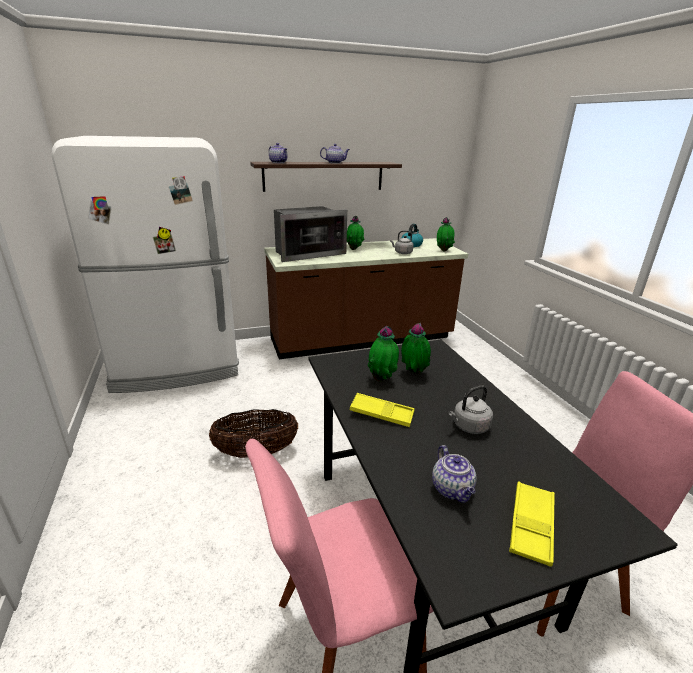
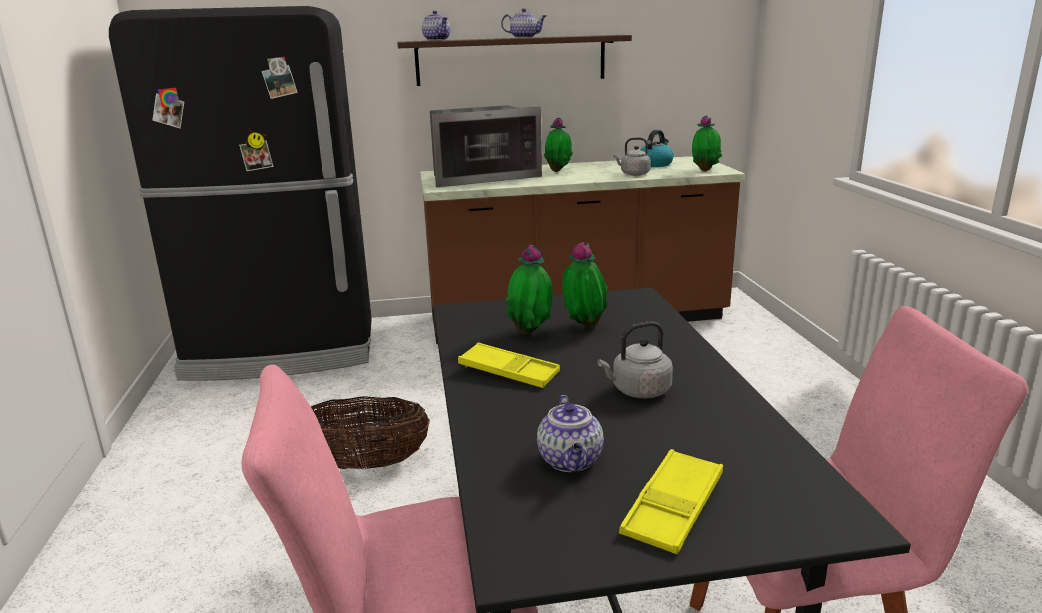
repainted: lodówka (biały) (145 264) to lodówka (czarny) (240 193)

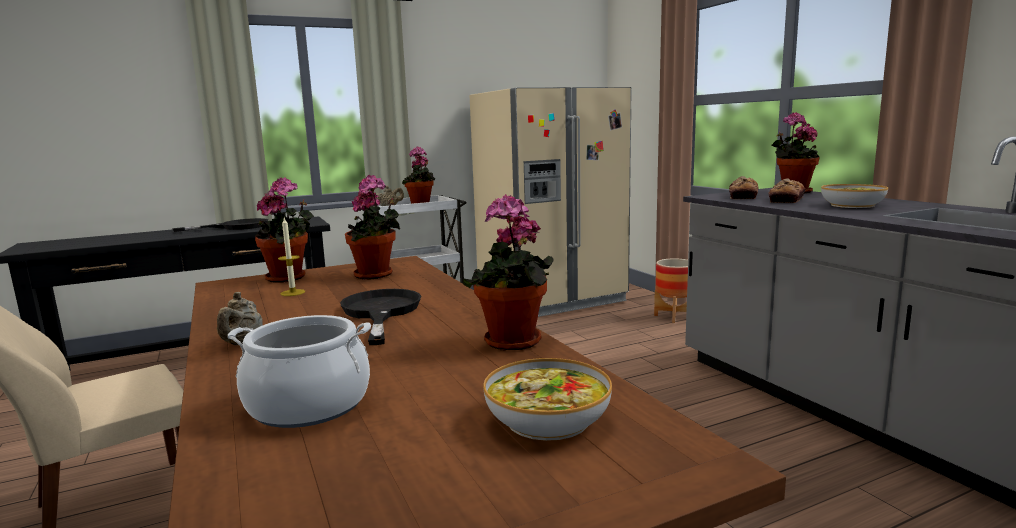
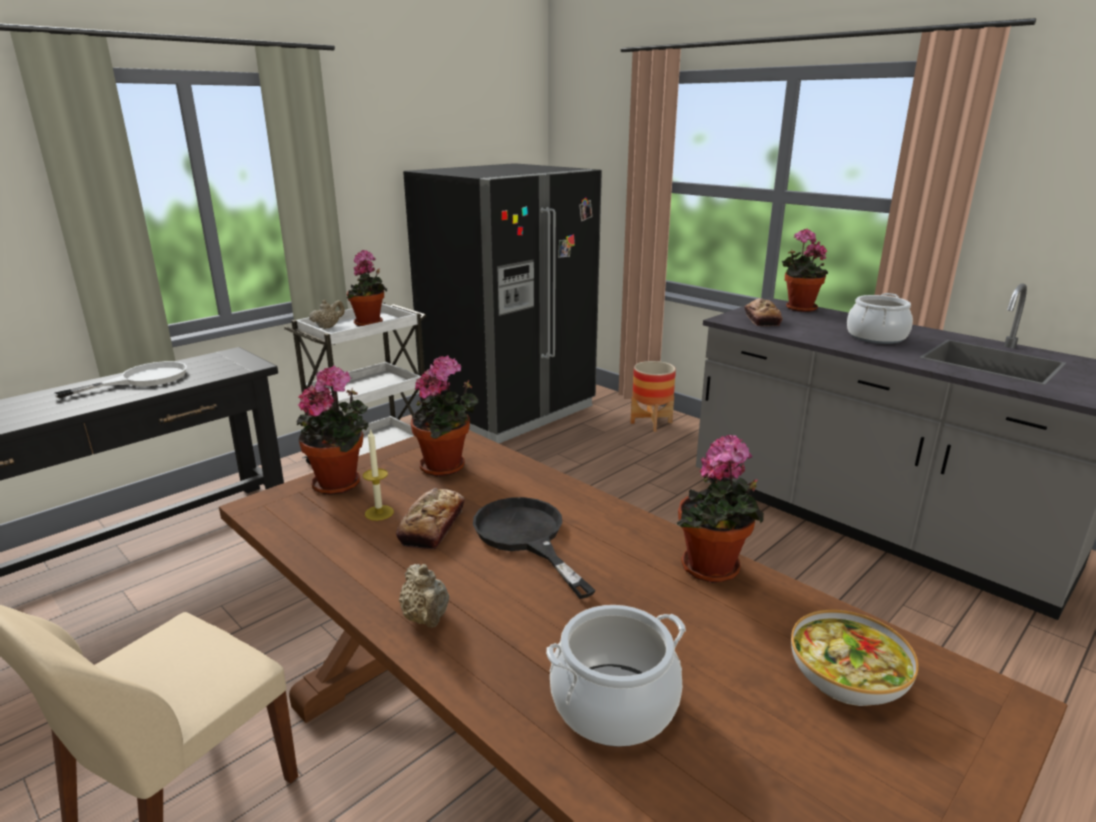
shifted: chleb (786 191) to (430 519)
swapped: miska (854 196) to garnek (880 318)
repainted: lodówka (beżowy) (550 202) to lodówka (czarny) (502 303); patelnia (czarny) (220 225) to patelnia (biały) (120 380)

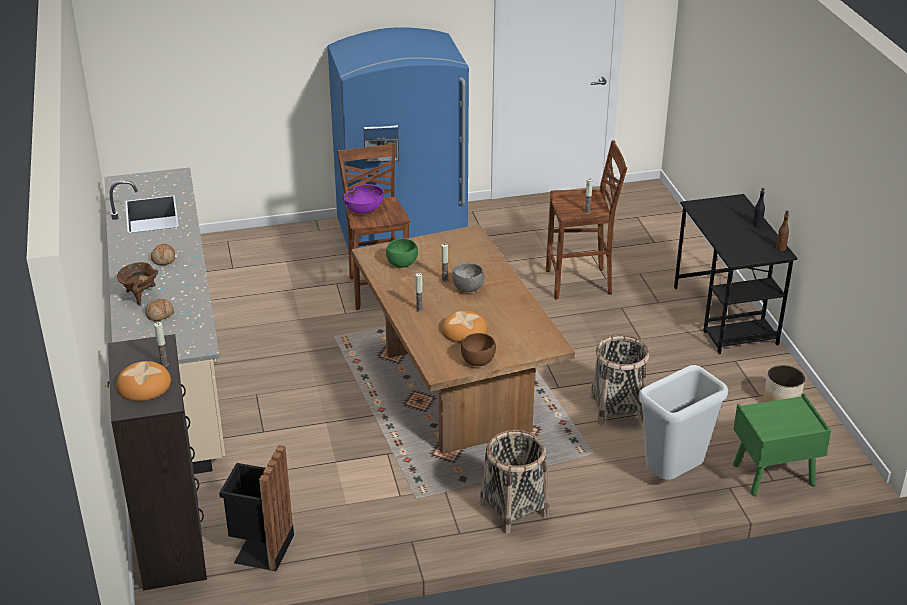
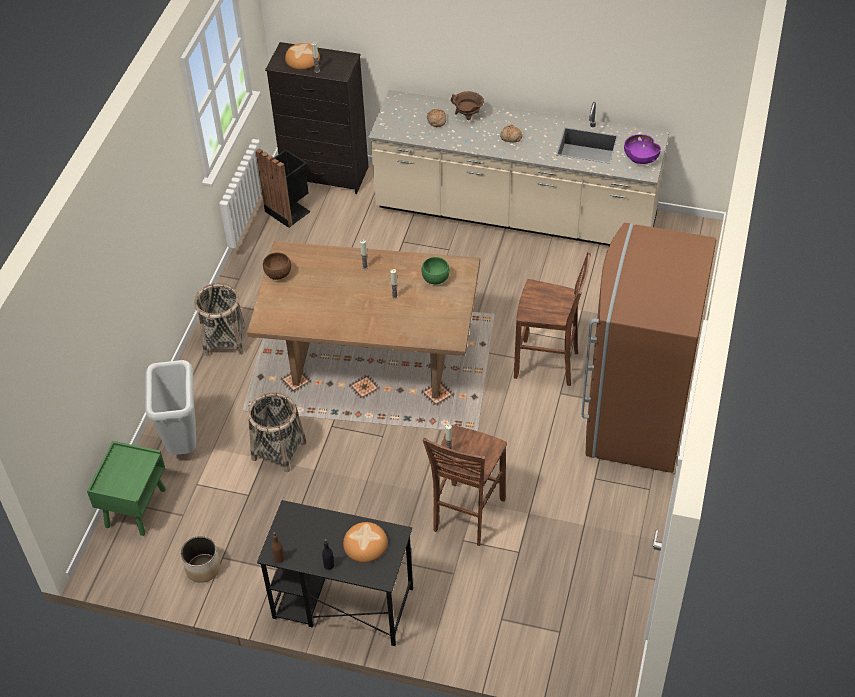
gone: miska (szary) (468 277)
shifted: miska (fioletowy) (363 199) to (642 149); chleb (464 327) to (365 542)
repainted: lodówka (niebieski) (398 137) to lodówka (brązowy) (648 348)

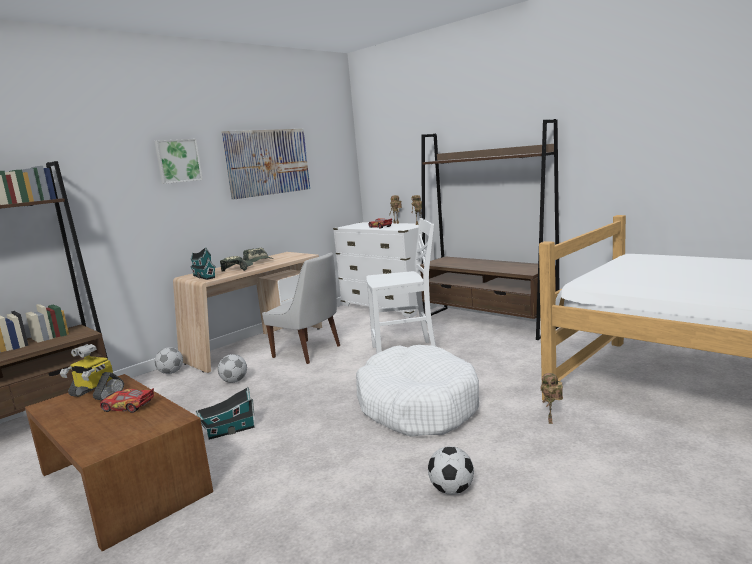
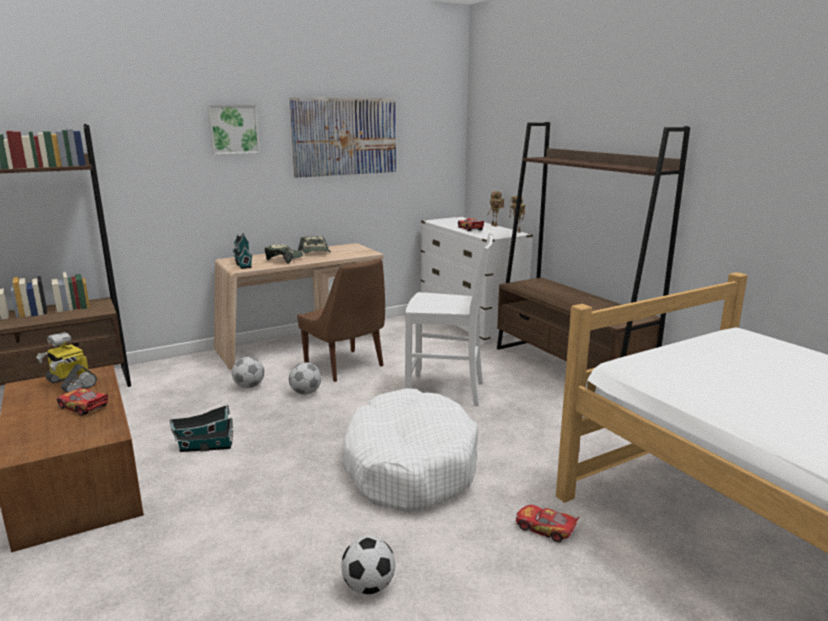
shifted: piłka futbolowa (169 360) to (305 378)
swapped: robot zabawkowy (551 398) to samochodzik (547 523)
repainted: krzesło (biały) (301 308) to krzesło (brązowy) (341 320)

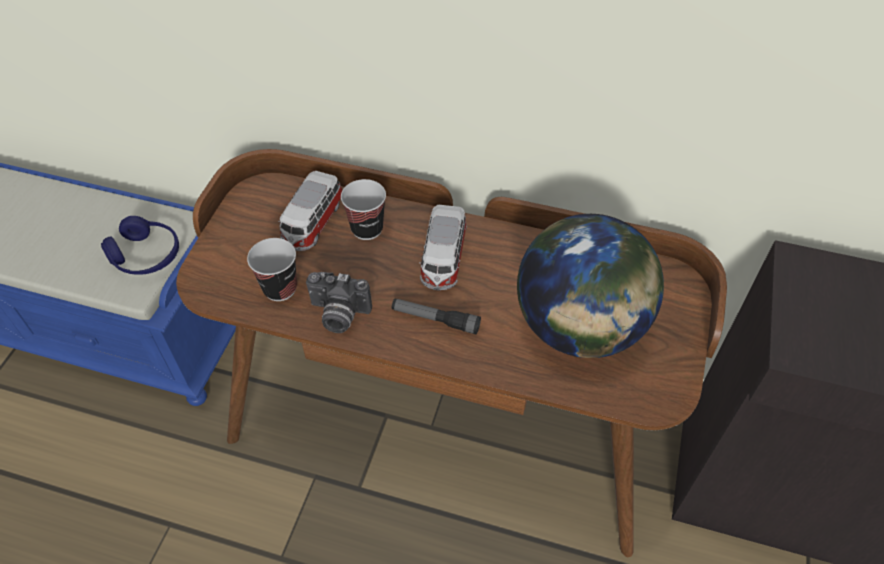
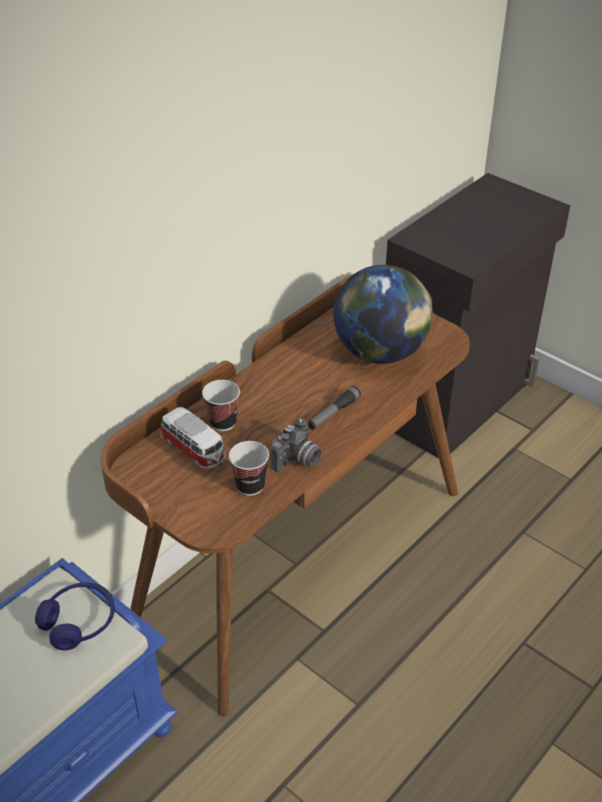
gone: samochodzik (443 248)

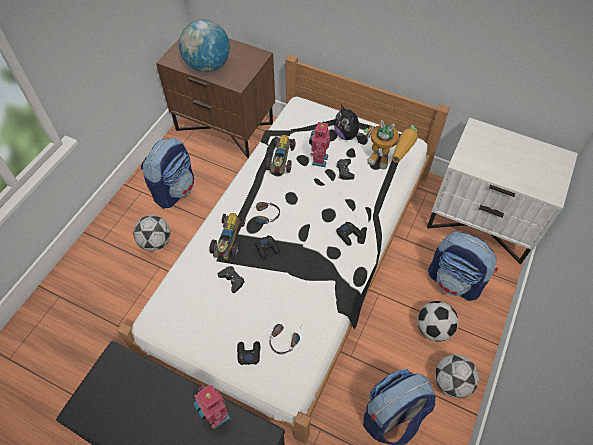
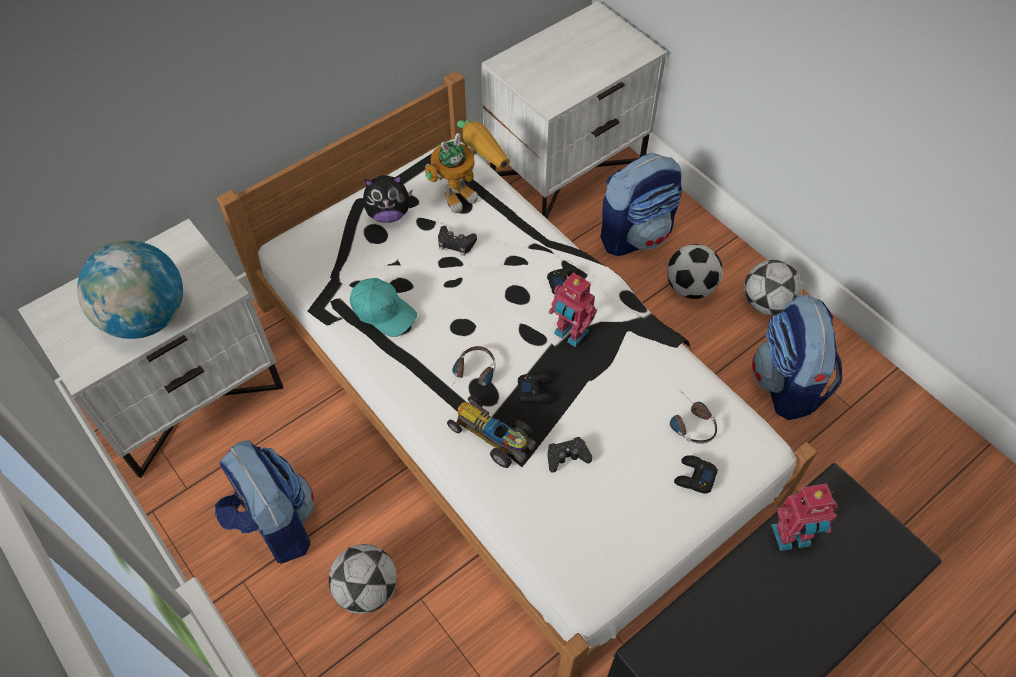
shifted: robot zabawkowy (319 144) to (573 309)
swapped: samochodzik (280 154) to czapka z daszkiem (turkusowy) (383 307)
repainted: szafka nocna (brązowy) (215 98) to szafka nocna (biały) (150 348)

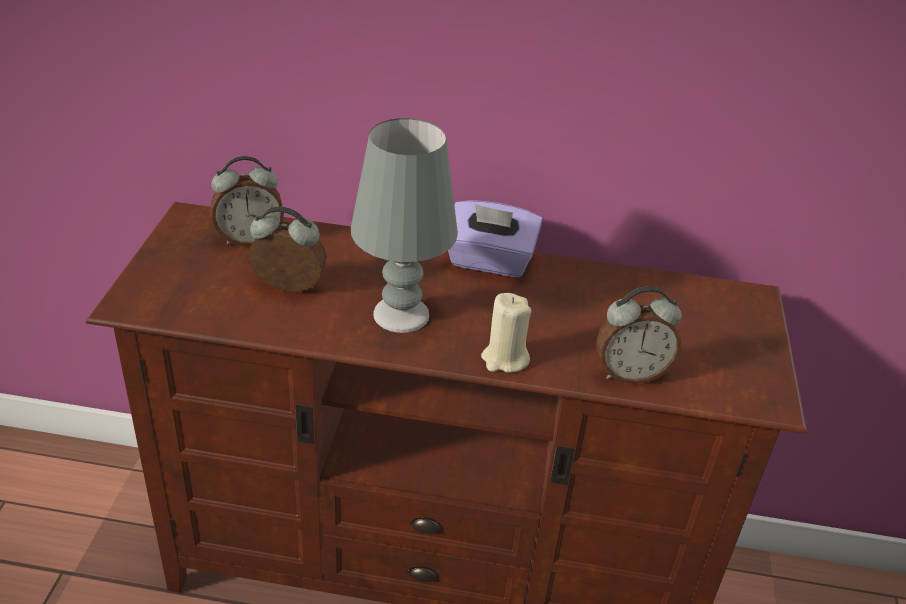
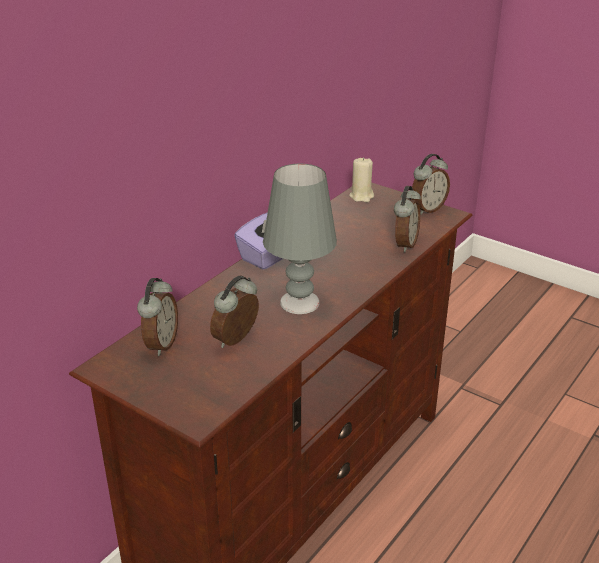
new: budzik (430 184)
shifted: świeca (beżowy) (506 333) to (361 179)

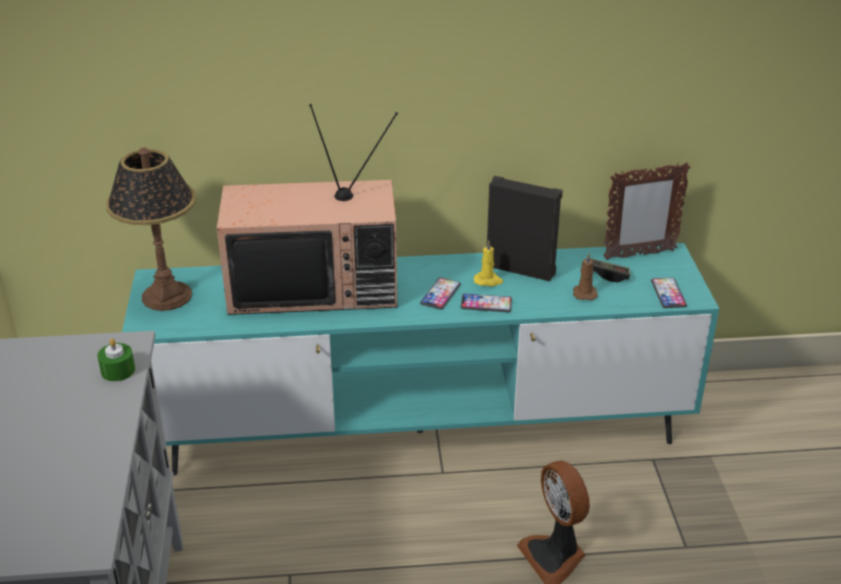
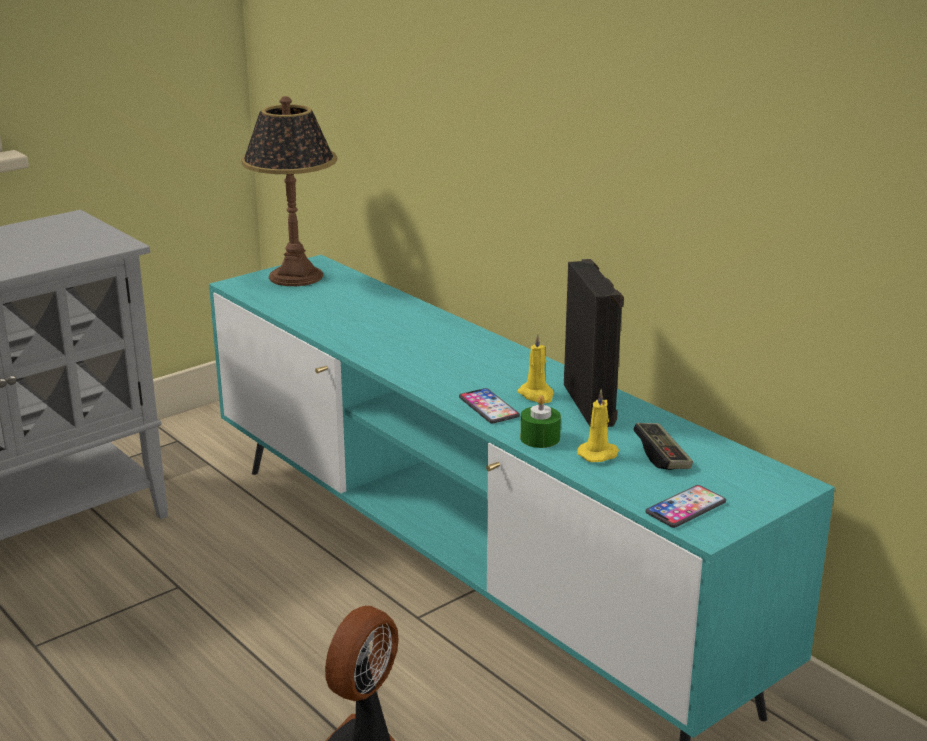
gone: telewizor (307 209); ramka na zdjęcie (646 211); telefon (440 293)
shifted: świeca (zielony) (116 359) to (540 421)
repainted: świeca (brązowy) (585 276) to świeca (żółty) (598 425)

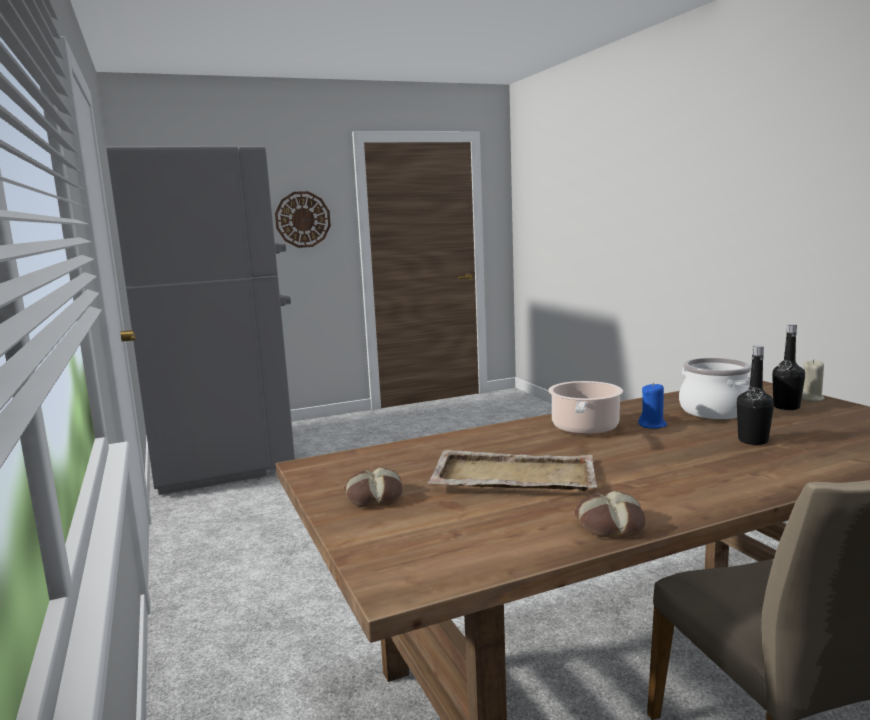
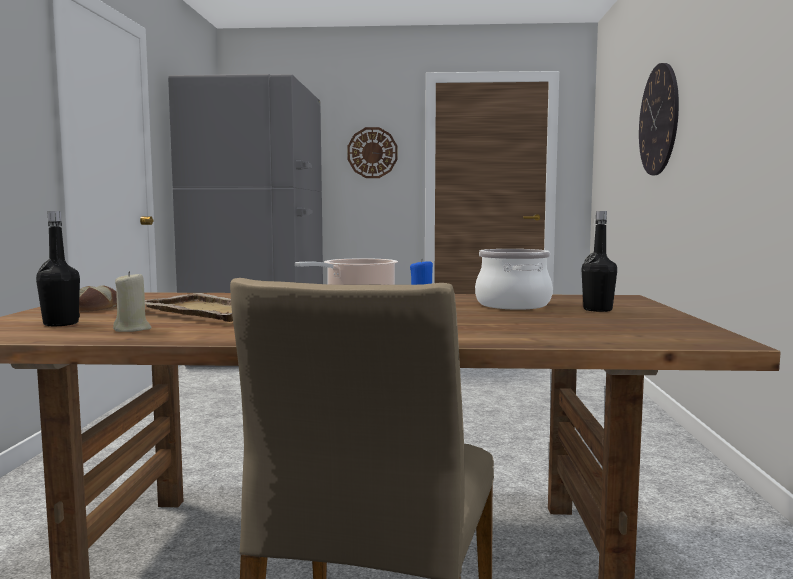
gone: chleb (610 514)
new: zegar ścienny (659 119)
shifted: butelka (czarny) (755 395) to (58 268); świeca (beżowy) (813 380) to (132 301)

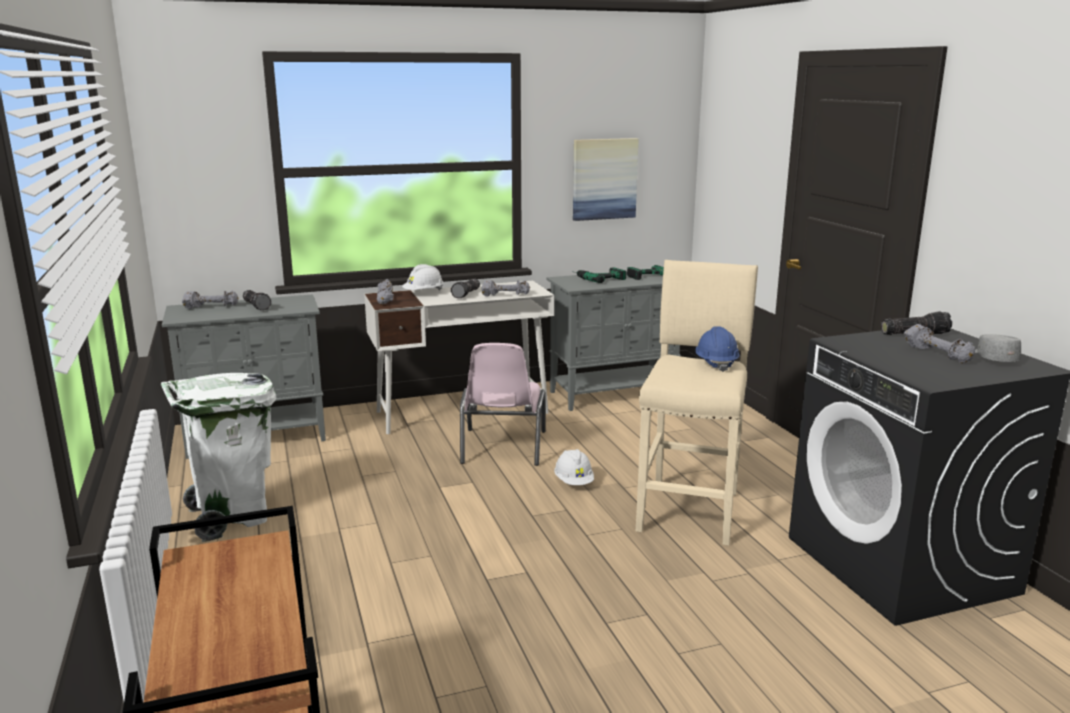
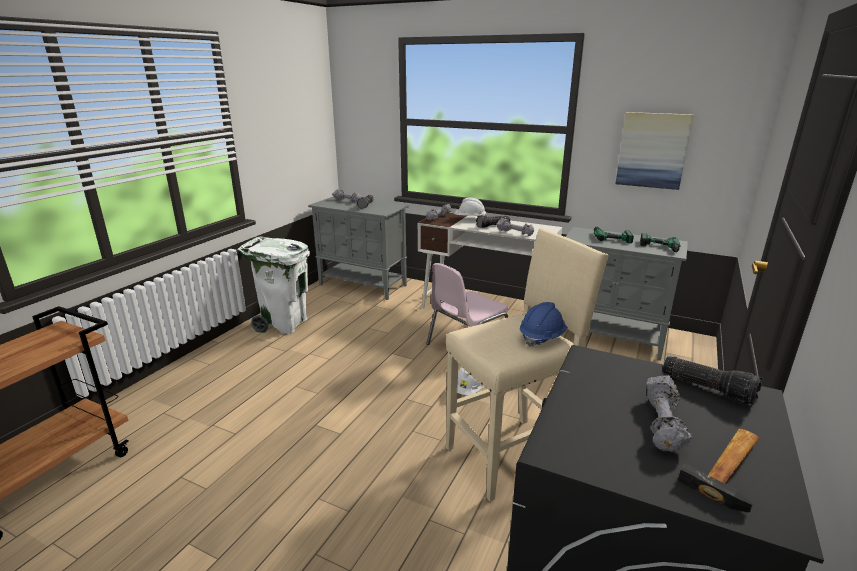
swapped: czapka z daszkiem (szary) (998 348) to młotek (718 471)

